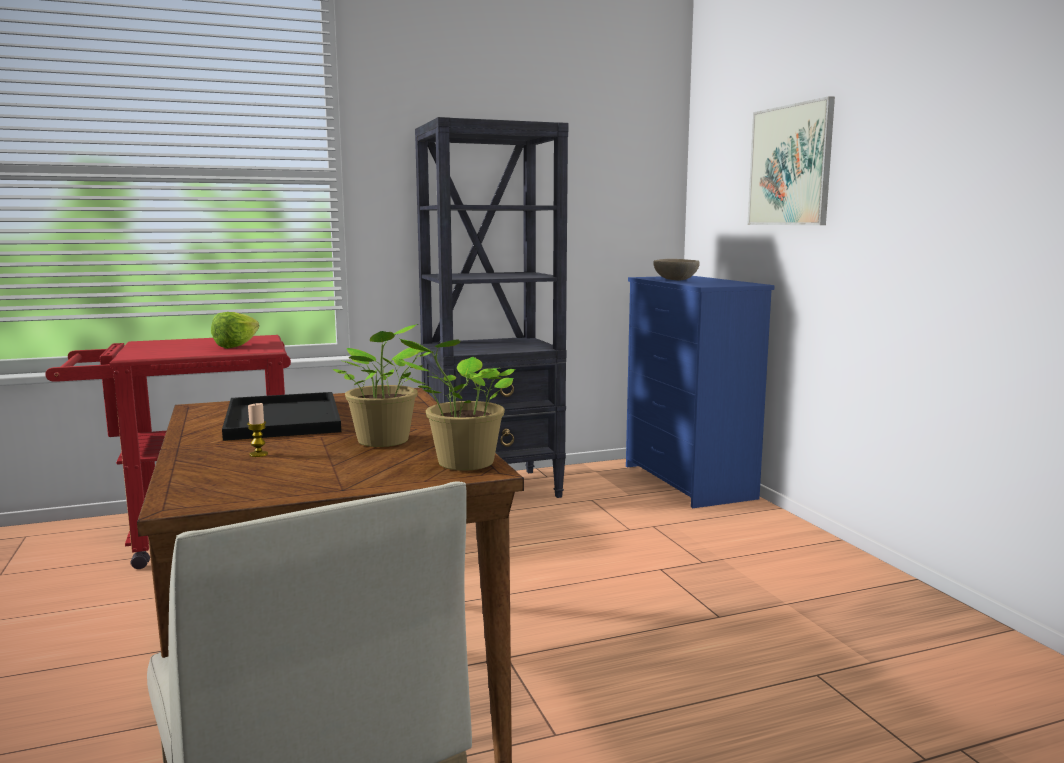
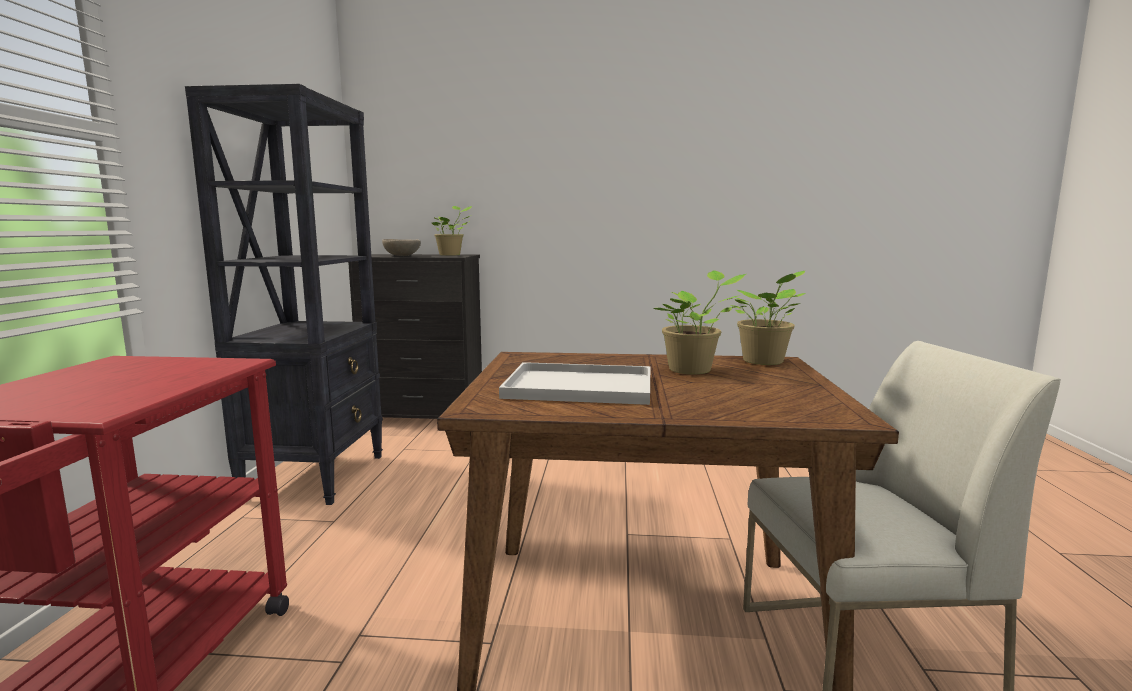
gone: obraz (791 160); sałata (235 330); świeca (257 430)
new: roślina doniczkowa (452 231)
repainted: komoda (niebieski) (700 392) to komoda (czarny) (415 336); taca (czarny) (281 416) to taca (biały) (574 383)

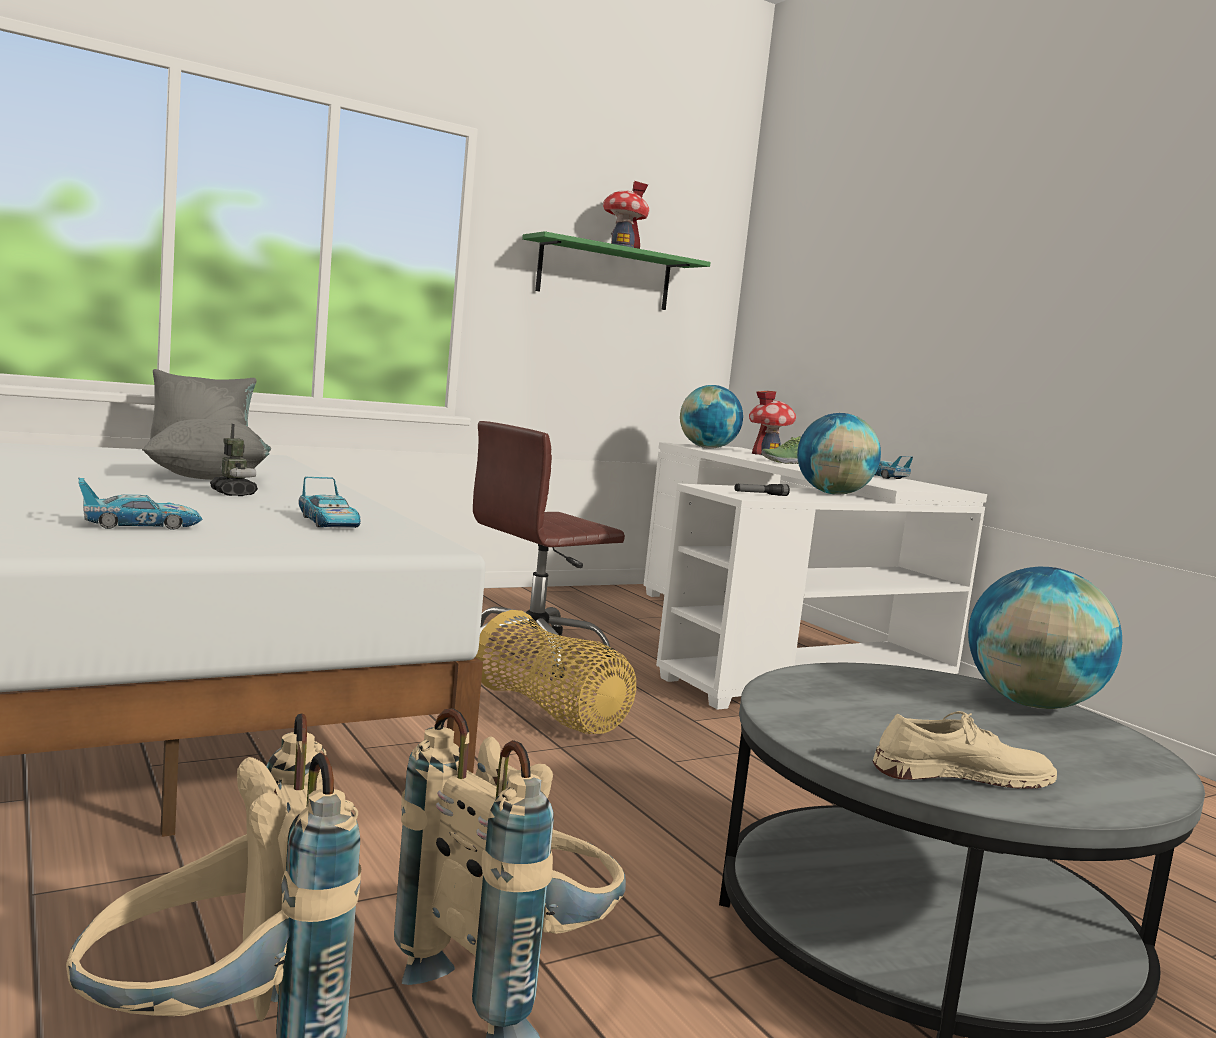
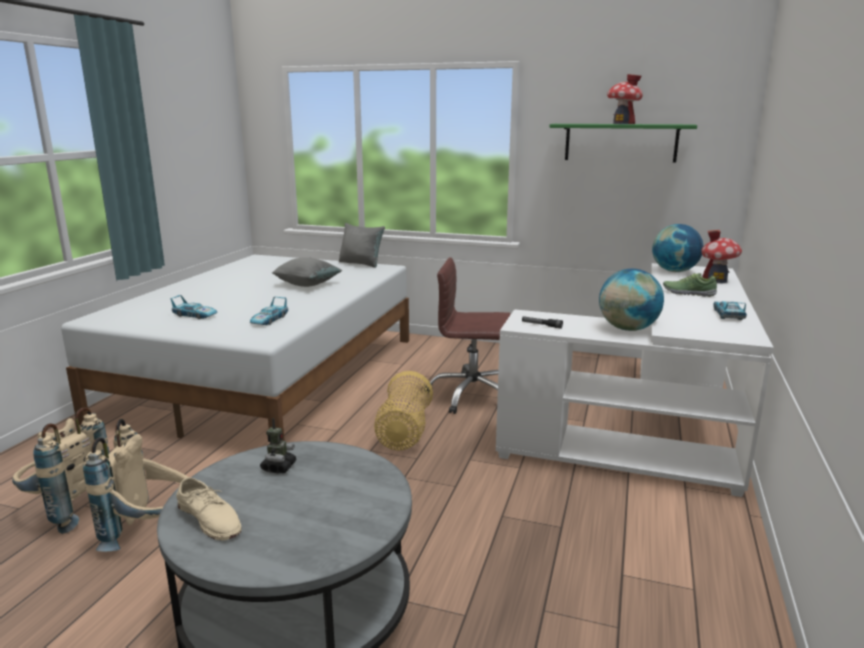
gone: globus (1045 638)
shifted: robot zabawkowy (234 460) to (278 445)

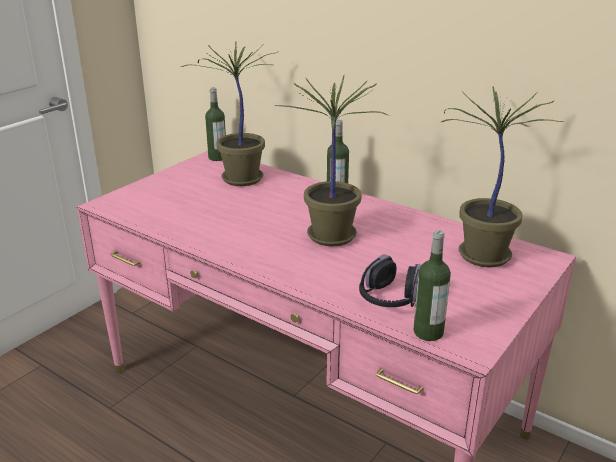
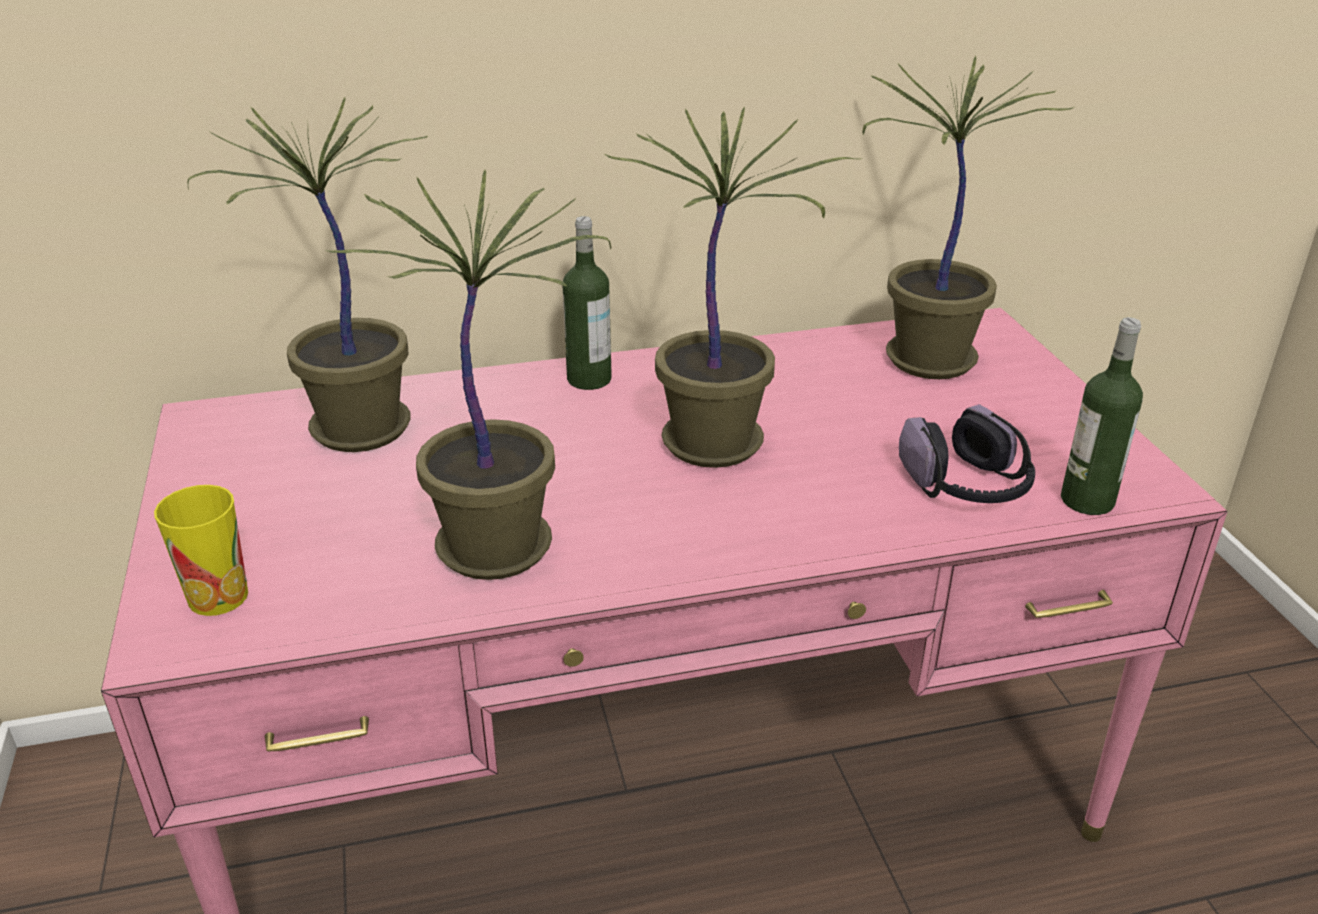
gone: butelka (215 124)
new: roślina doniczkowa (468 375); filiżanka (201 550)

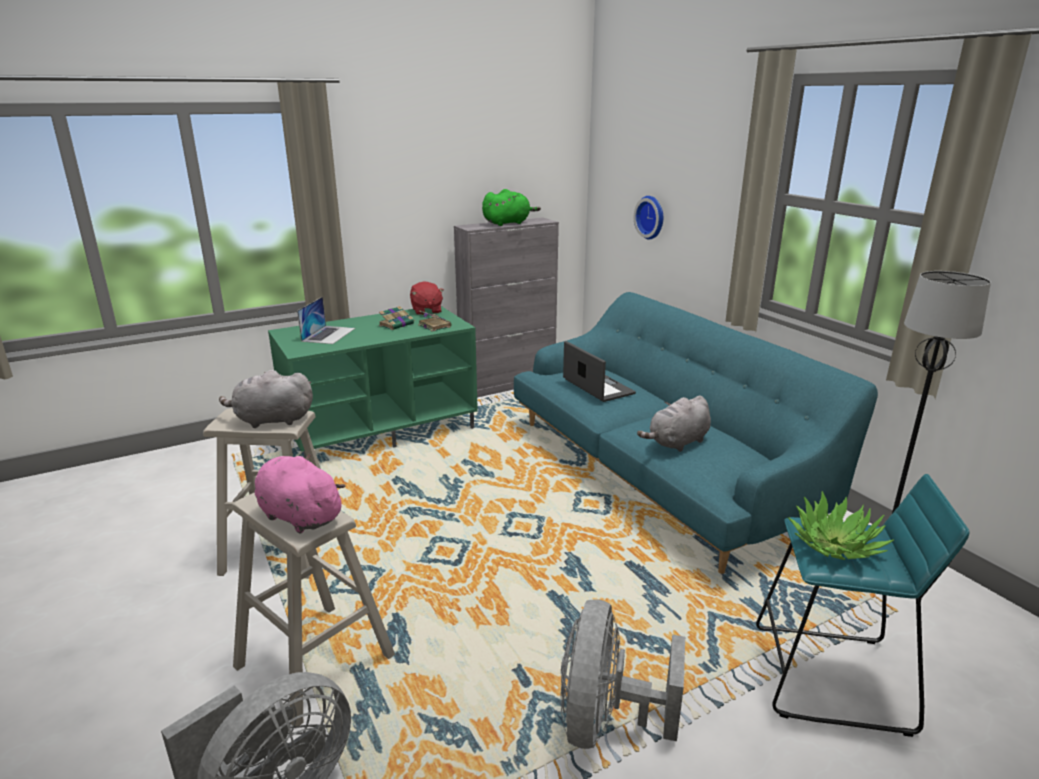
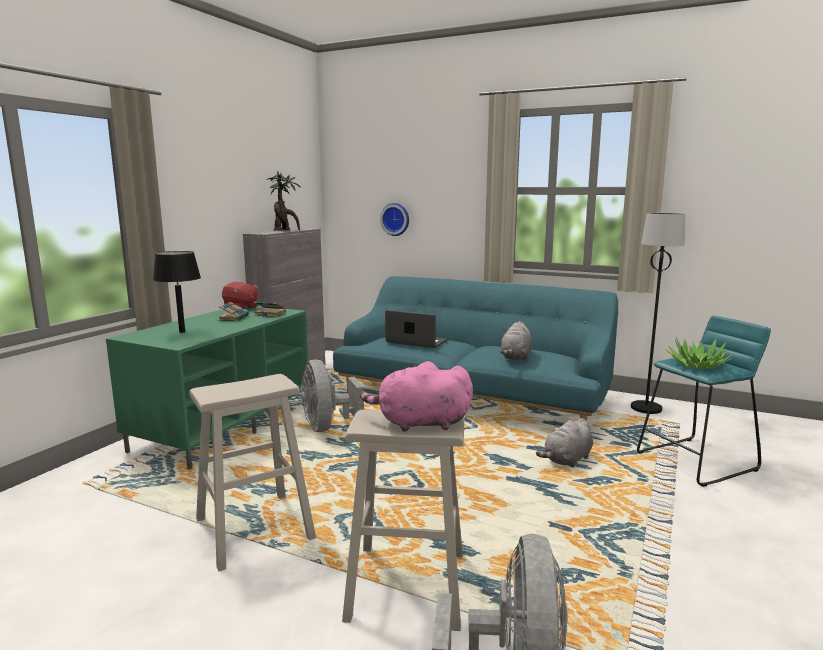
shifted: pluszak (szary) (266 399) to (564 442); wentylator (szary) (623 674) to (332 396)
swapped: pluszak (zielony) (511 207) to roślina doniczkowa (284 201); laptop (326 320) to lampa stołowa (czarny) (177 292)

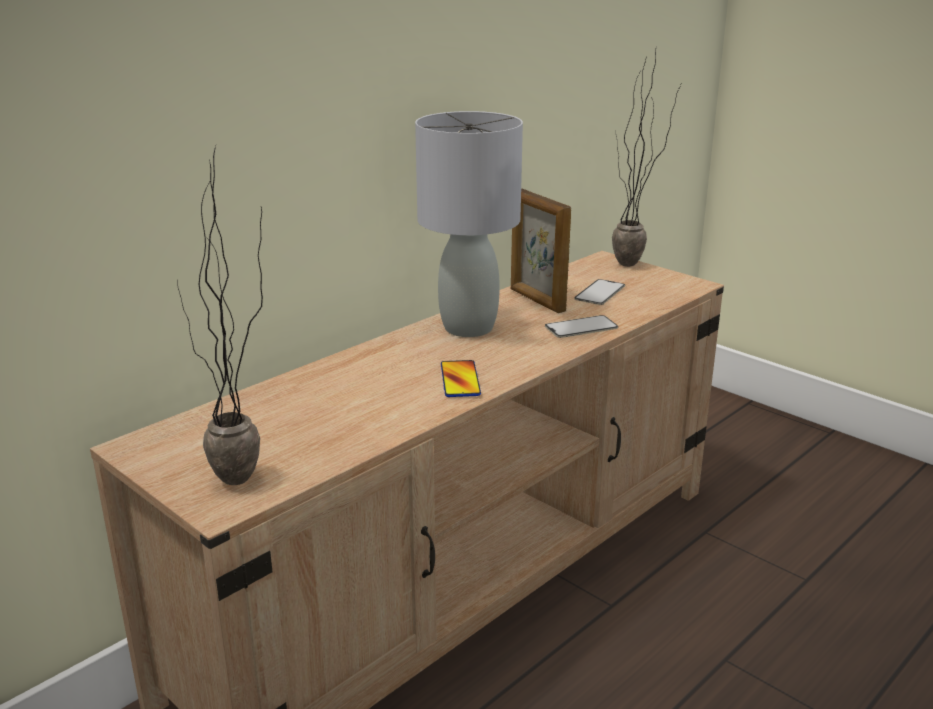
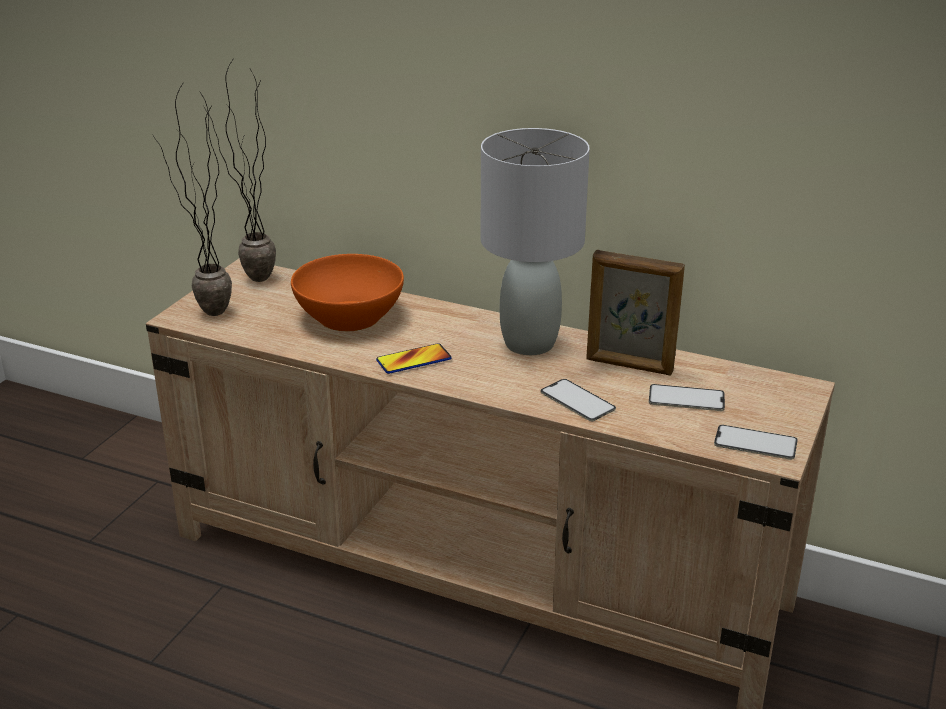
new: miska (pomarańczowy) (347 292); telefon (756 442)
shifted: roślina doniczkowa (646 158) to (240 169)
rotated: ramka na zdjęcie (541 250) = (635 313) 105 degrees counterclockwise

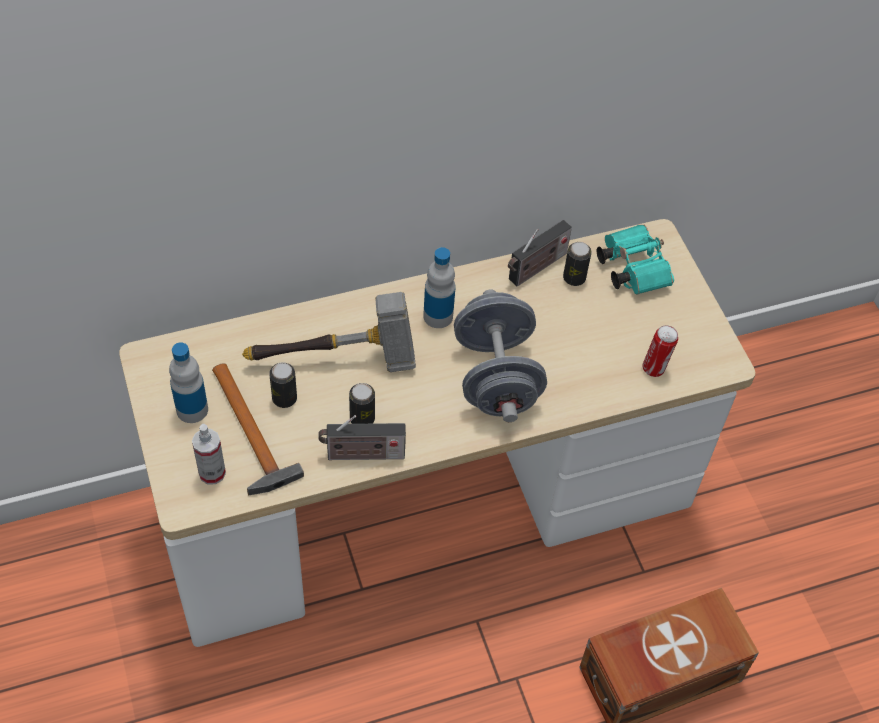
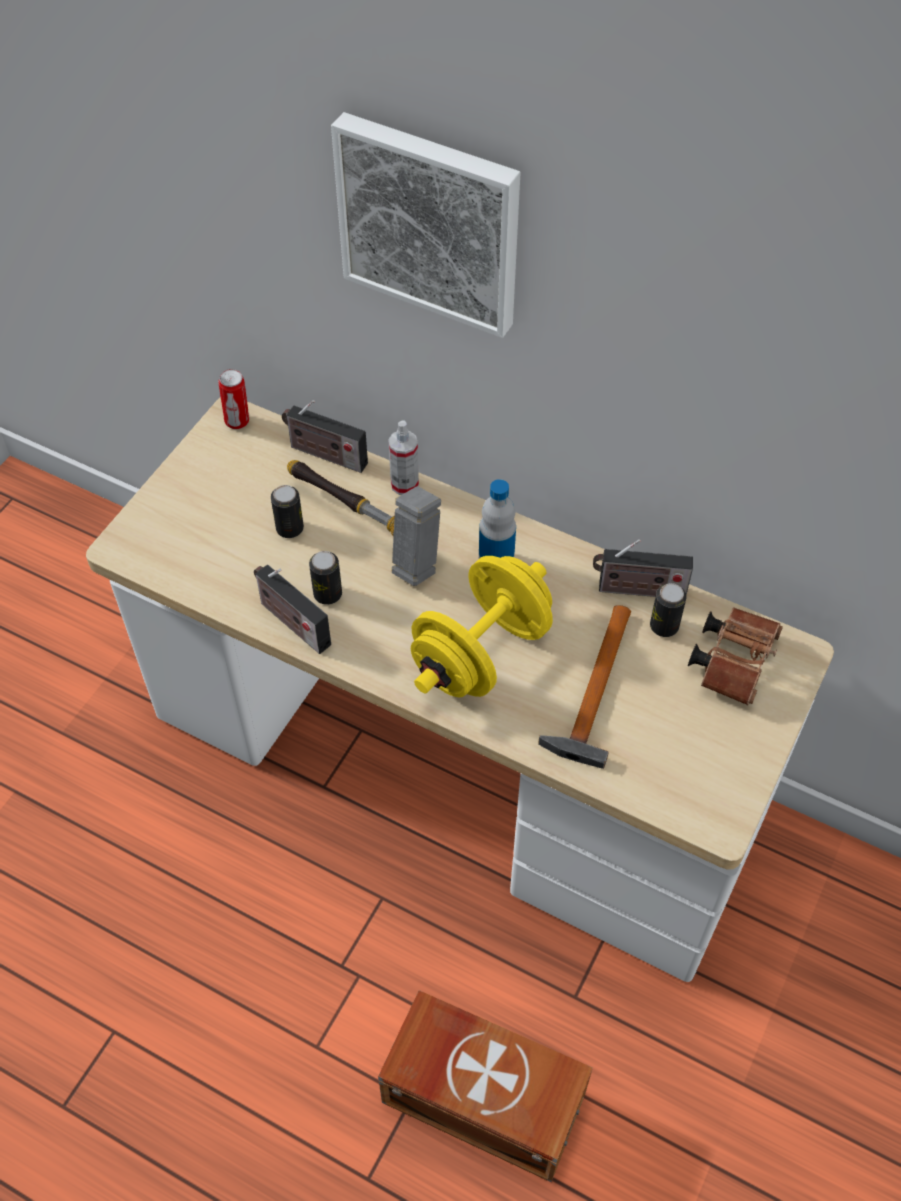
gone: butelka (188 383)
new: obraz (426 225); radio (325 436)
shifted: puszka (660 351) to (233 399); młotek (258 429) to (584 687); spryskiwacz (209 454) to (403 457)
repainted: lornetka (turkusowy) (635 260) to lornetka (brązowy) (735 656); hantel (szary) (500 356) to hantel (żółty) (482 626)

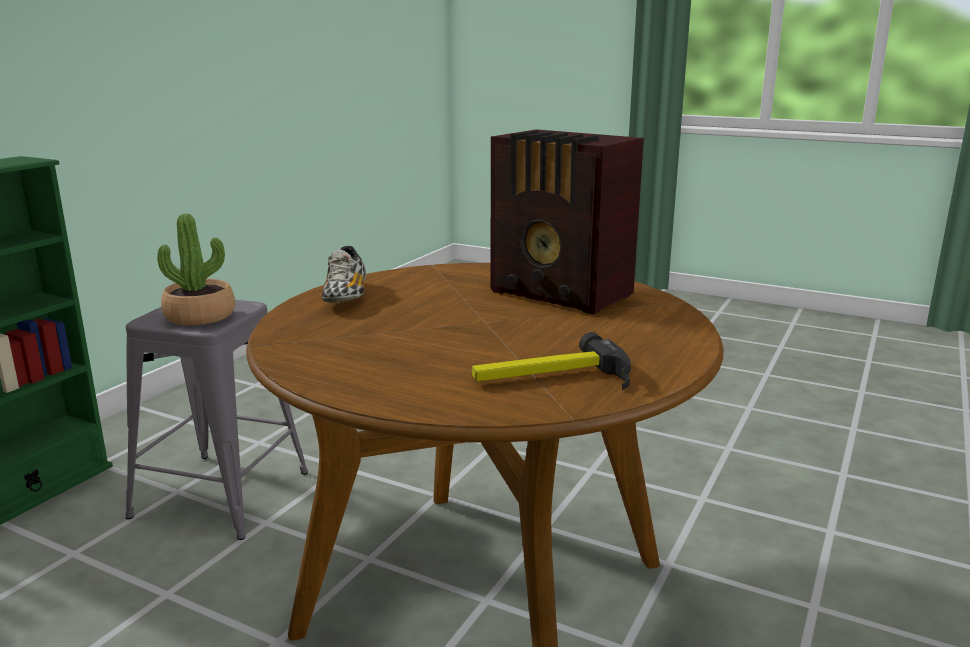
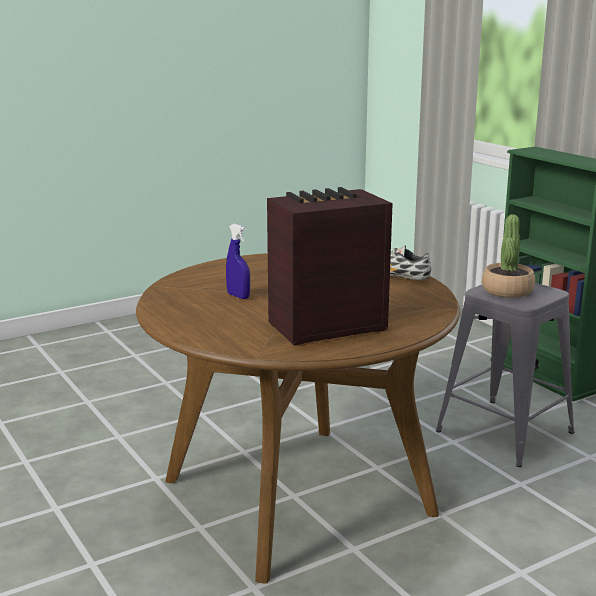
gone: młotek (551 361)
new: spryskiwacz (niebieski) (238 261)

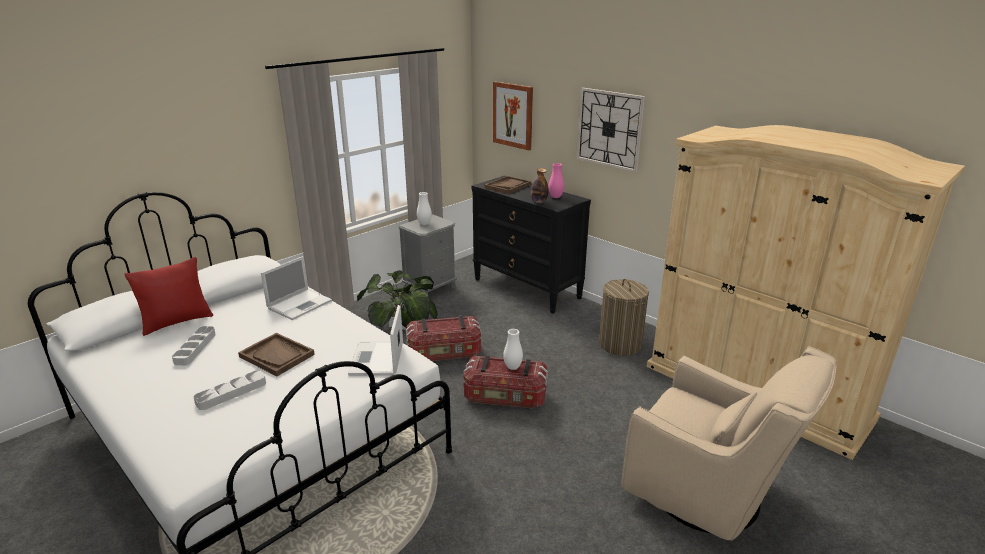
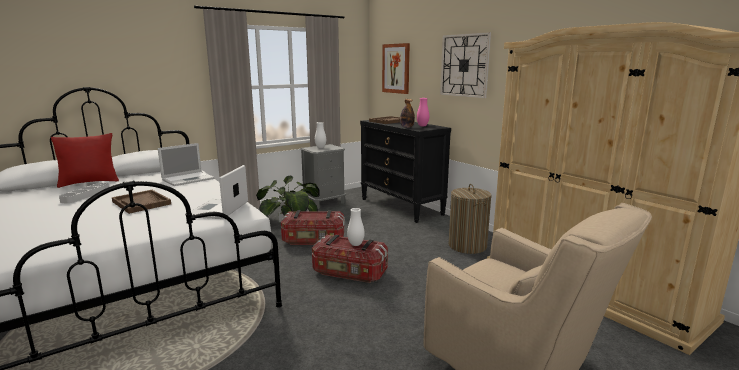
gone: taca (szary) (230 390)

